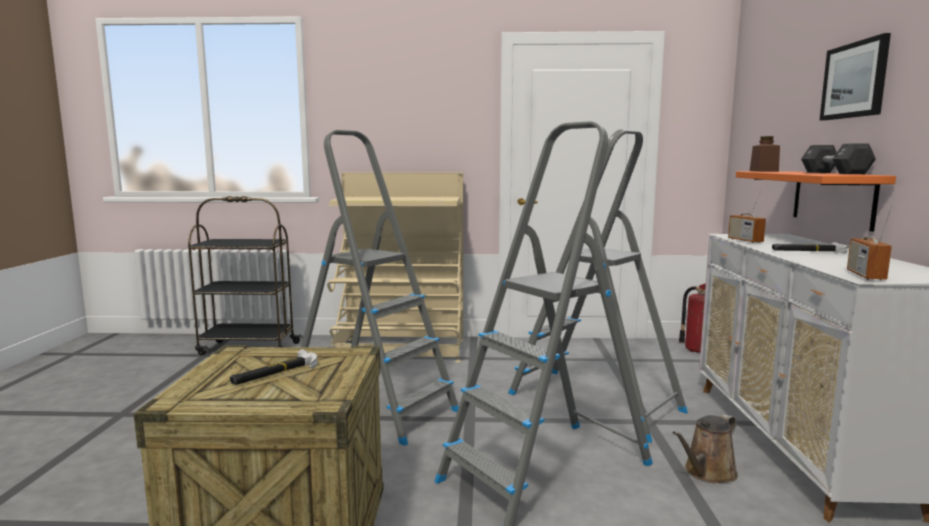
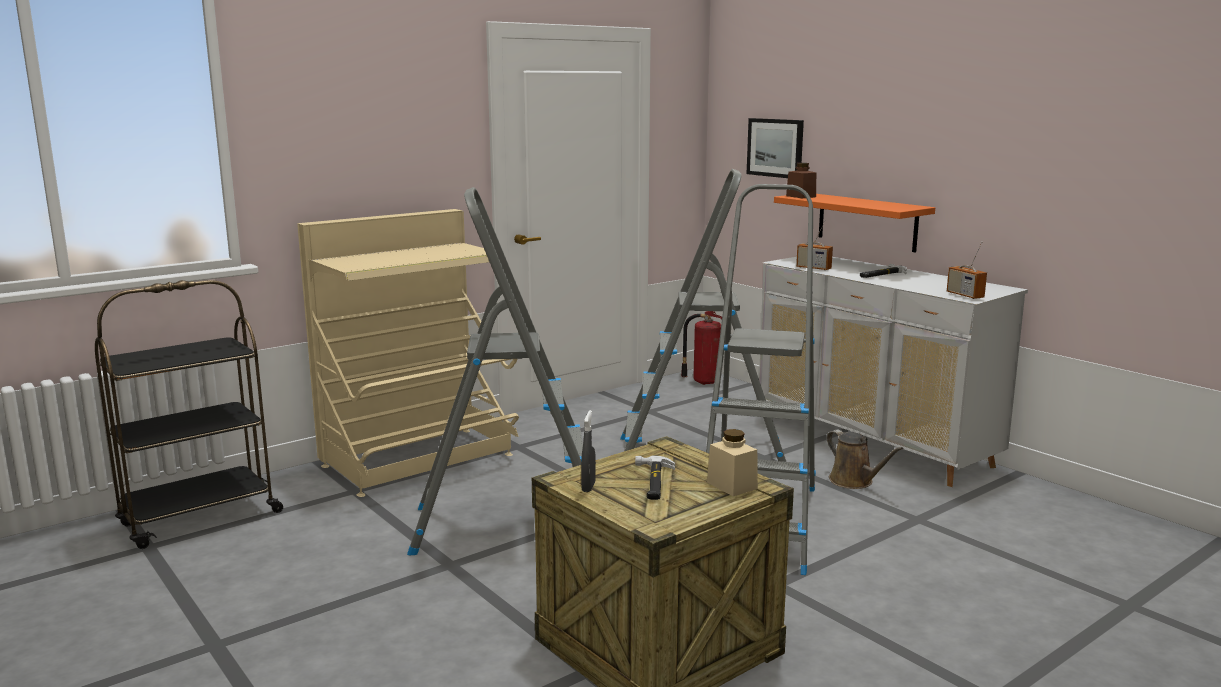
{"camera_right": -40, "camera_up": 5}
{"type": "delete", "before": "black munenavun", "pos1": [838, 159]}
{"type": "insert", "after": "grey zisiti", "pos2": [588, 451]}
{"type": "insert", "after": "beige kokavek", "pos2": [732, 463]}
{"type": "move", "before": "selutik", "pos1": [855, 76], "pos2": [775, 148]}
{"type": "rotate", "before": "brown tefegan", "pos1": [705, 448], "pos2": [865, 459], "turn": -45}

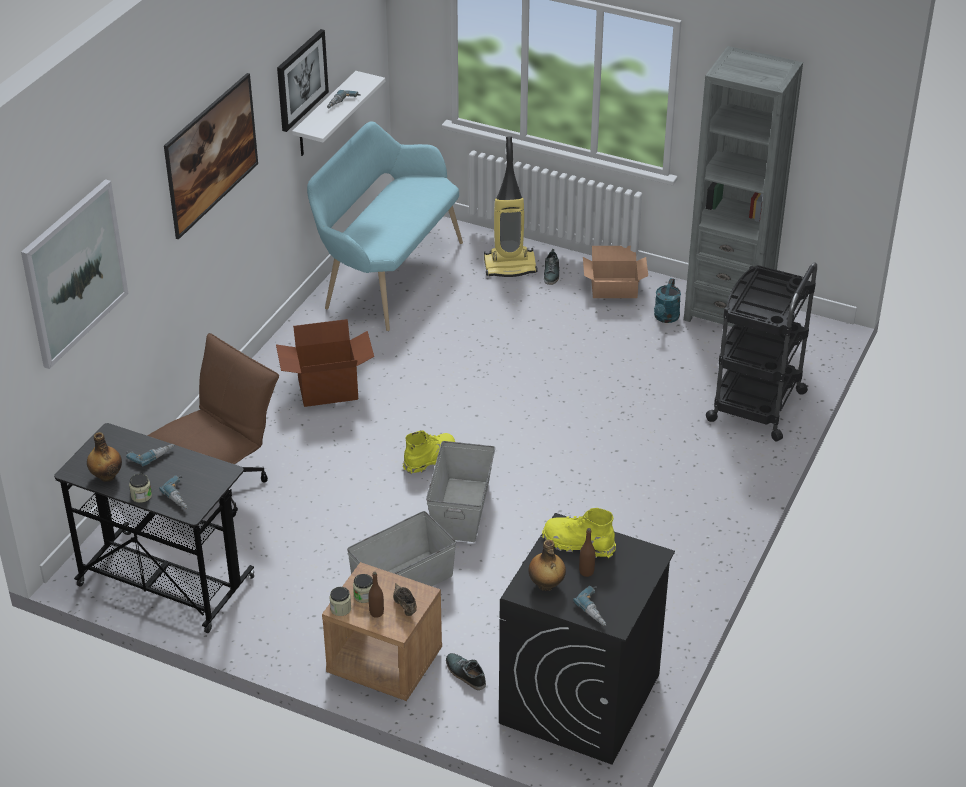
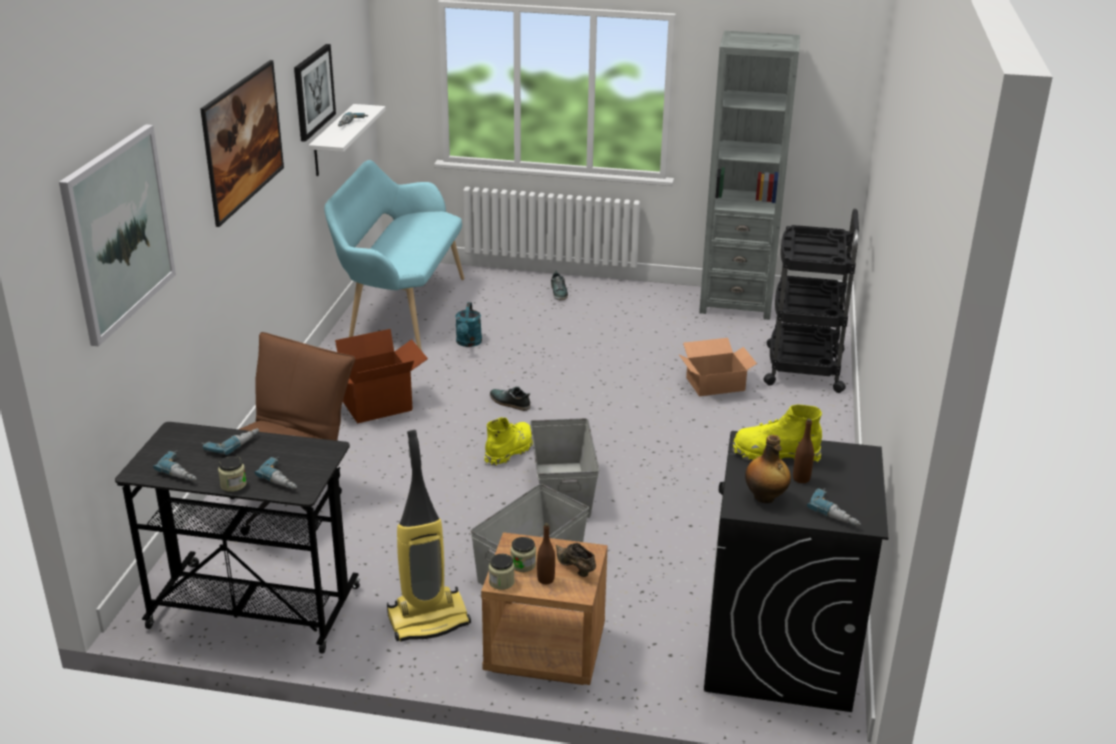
{"camera_right": -15, "camera_up": -10}
{"type": "move", "before": "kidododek", "pos1": [466, 671], "pos2": [510, 399]}
{"type": "move", "before": "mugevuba", "pos1": [511, 206], "pos2": [429, 535]}
{"type": "move", "before": "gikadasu", "pos1": [615, 272], "pos2": [718, 367]}
{"type": "move", "before": "turquoise tefegan", "pos1": [667, 300], "pos2": [468, 324]}
{"type": "replace", "before": "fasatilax", "after": "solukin", "pos1": [104, 457], "pos2": [175, 466]}

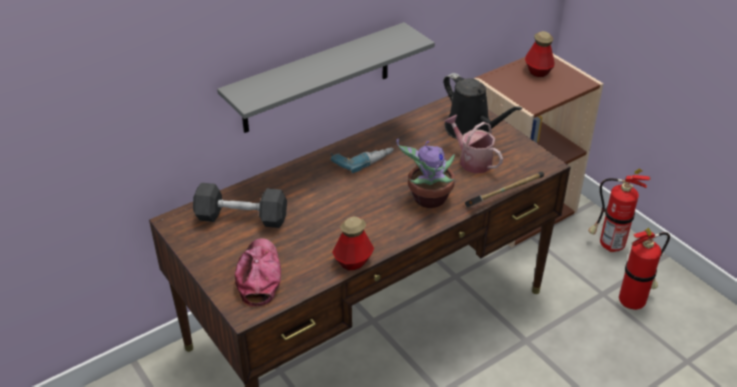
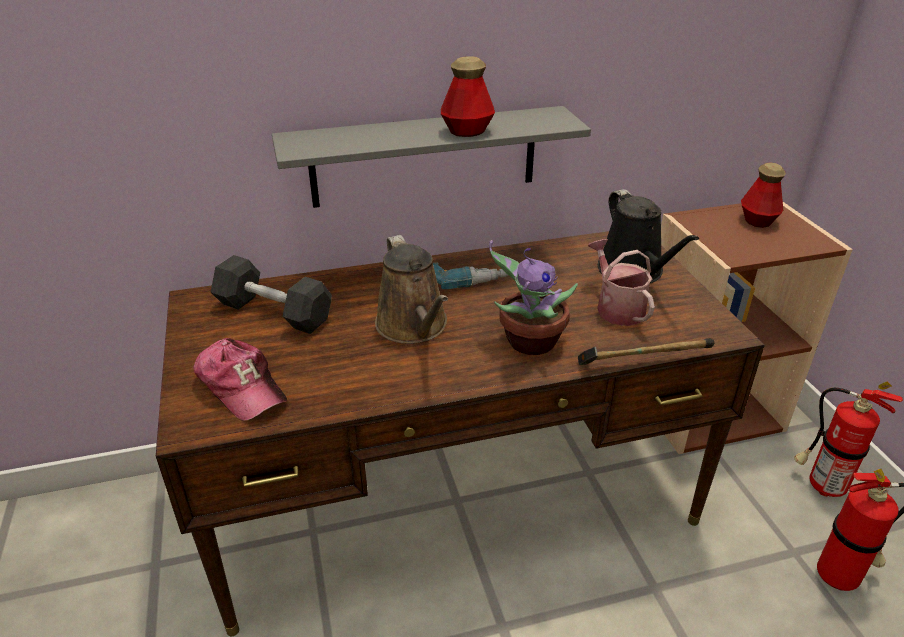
{"camera_right": 20, "camera_up": -5}
{"type": "insert", "after": "brown tefegan", "pos2": [411, 289]}
{"type": "move", "before": "fasatilax", "pos1": [353, 243], "pos2": [468, 96]}
{"type": "rotate", "before": "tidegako", "pos1": [258, 272], "pos2": [240, 379], "turn": 120}

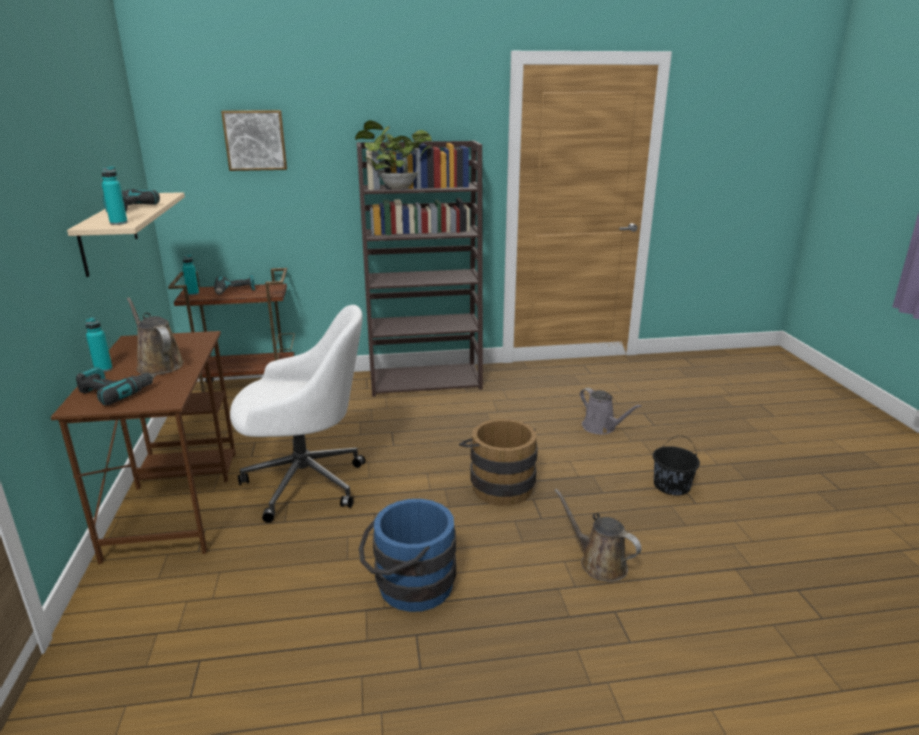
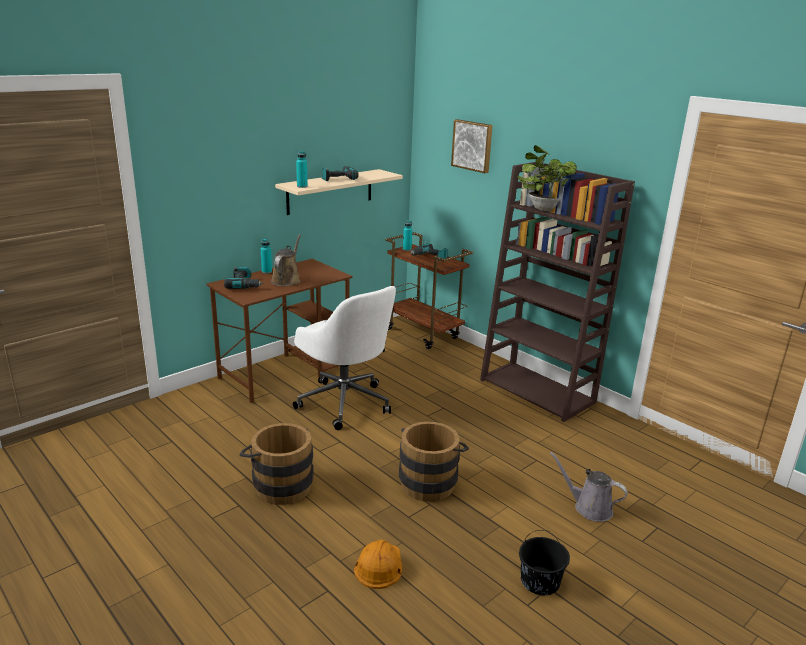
{"camera_right": 55, "camera_up": 0}
{"type": "replace", "before": "brown tefegan", "after": "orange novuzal", "pos1": [598, 535], "pos2": [378, 564]}
{"type": "recolor", "before": "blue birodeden", "after": "brown birodeden", "pos1": [407, 555], "pos2": [276, 464]}
{"type": "rotate", "before": "grey tefegan", "pos1": [611, 411], "pos2": [589, 487], "turn": 105}

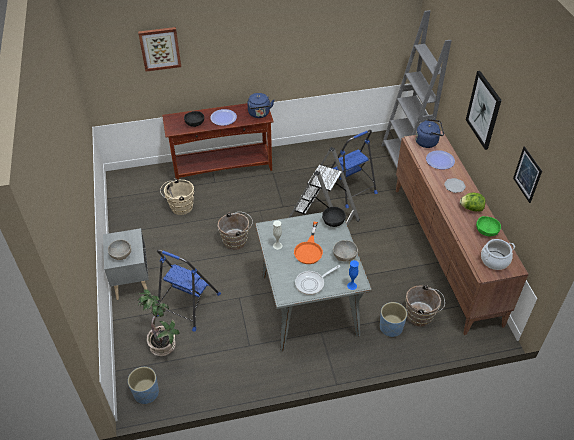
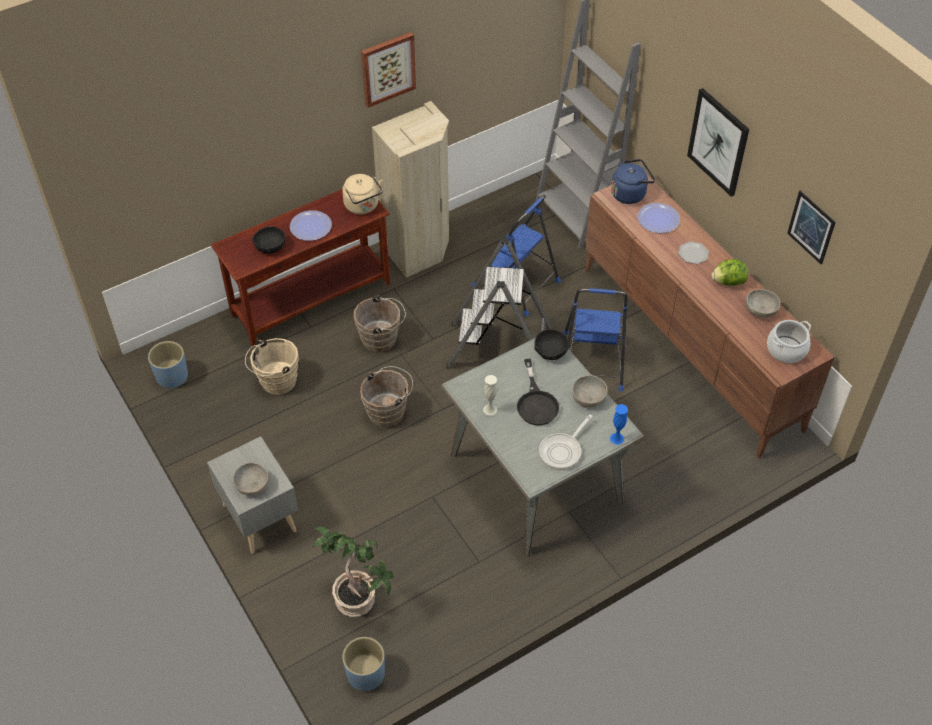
{"camera_right": -20, "camera_up": 5}
{"type": "insert", "after": "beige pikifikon", "pos2": [410, 189]}
{"type": "move", "before": "selutik", "pos1": [159, 49], "pos2": [388, 70]}
{"type": "move", "before": "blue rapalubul", "pos1": [189, 290], "pos2": [595, 339]}
{"type": "move", "before": "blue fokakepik", "pos1": [393, 319], "pos2": [168, 365]}
{"type": "move", "before": "brown birodeden", "pos1": [425, 306], "pos2": [380, 323]}
{"type": "recolor", "before": "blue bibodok", "after": "beige bibodok", "pos1": [260, 105], "pos2": [362, 194]}
{"type": "recolor", "before": "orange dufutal", "after": "black dufutal", "pos1": [308, 243], "pos2": [538, 392]}
{"type": "recolor", "before": "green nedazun", "after": "grey nedazun", "pos1": [488, 226], "pos2": [763, 303]}

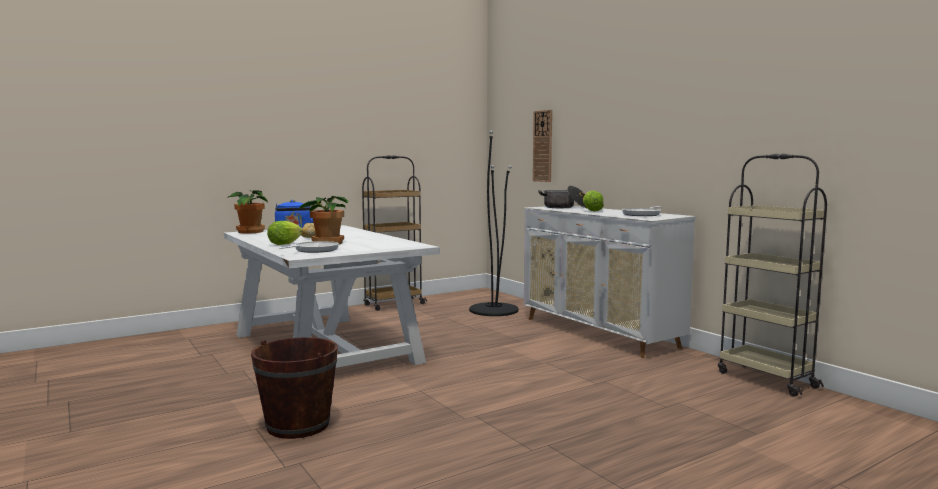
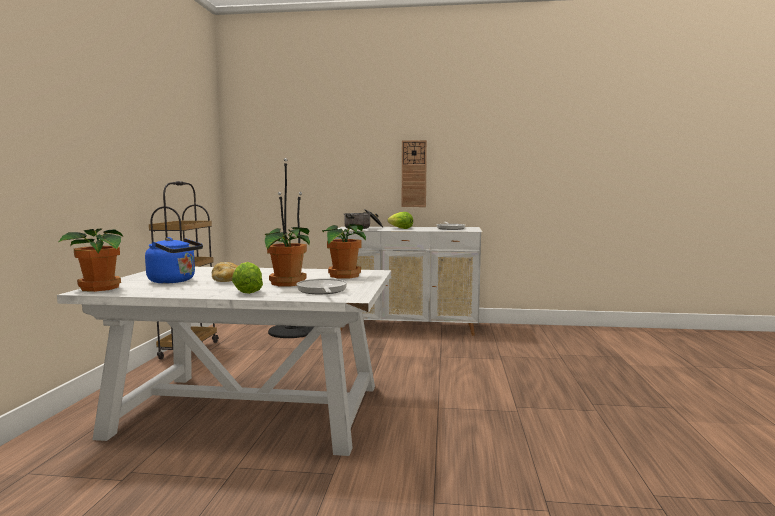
{"camera_right": -50, "camera_up": 0}
{"type": "delete", "before": "brown birodeden", "pos1": [294, 388]}
{"type": "delete", "before": "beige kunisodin", "pos1": [772, 275]}
{"type": "insert", "after": "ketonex", "pos2": [344, 251]}
{"type": "move", "before": "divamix", "pos1": [542, 146], "pos2": [414, 173]}

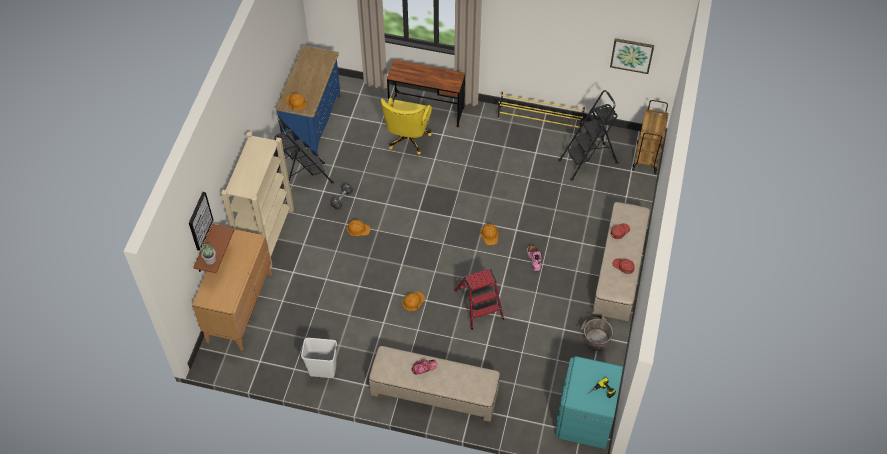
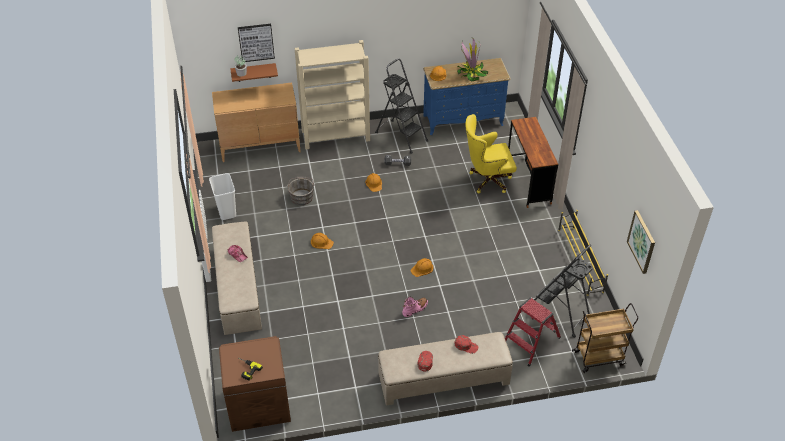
{"camera_right": 65, "camera_up": -10}
{"type": "insert", "after": "ketonex", "pos2": [472, 60]}
{"type": "move", "before": "red rapalubul", "pos1": [479, 299], "pos2": [533, 332]}
{"type": "move", "before": "grey birodeden", "pos1": [596, 334], "pos2": [300, 191]}
{"type": "recolor", "before": "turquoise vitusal", "after": "brown vitusal", "pos1": [589, 402], "pos2": [255, 384]}

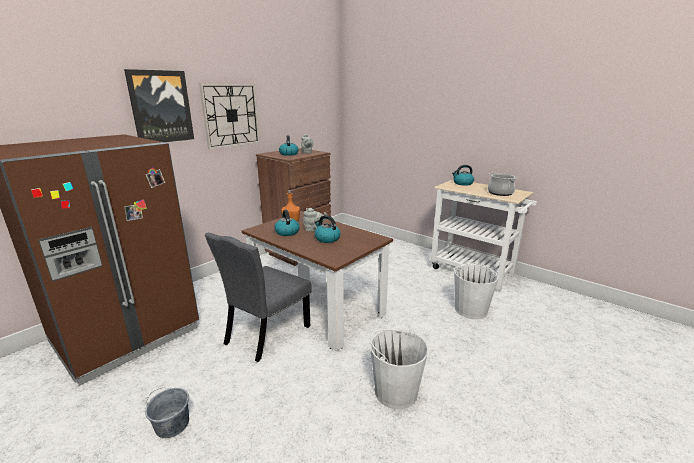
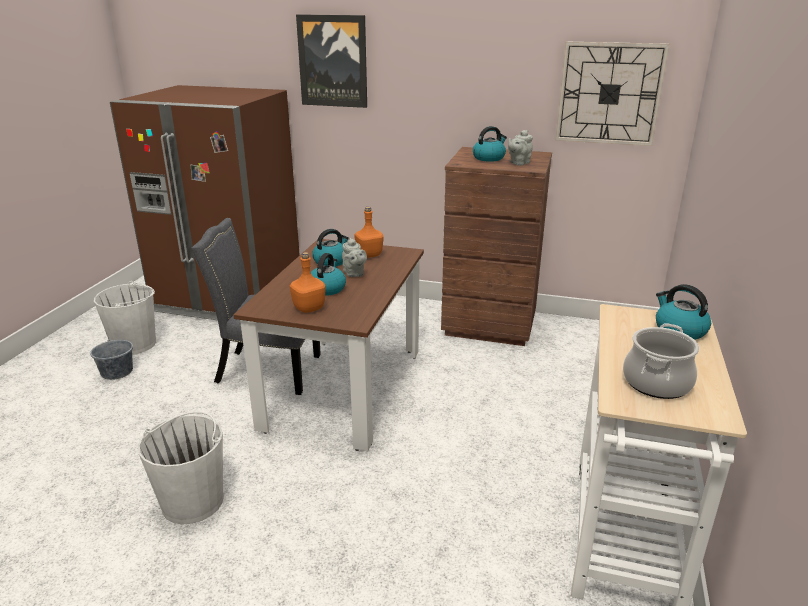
{"camera_right": 65, "camera_up": 5}
{"type": "insert", "after": "orange fasatilax", "pos2": [308, 282]}
{"type": "move", "before": "divamix", "pos1": [229, 116], "pos2": [612, 93]}
{"type": "move", "before": "white birodeden", "pos1": [477, 291], "pos2": [125, 318]}

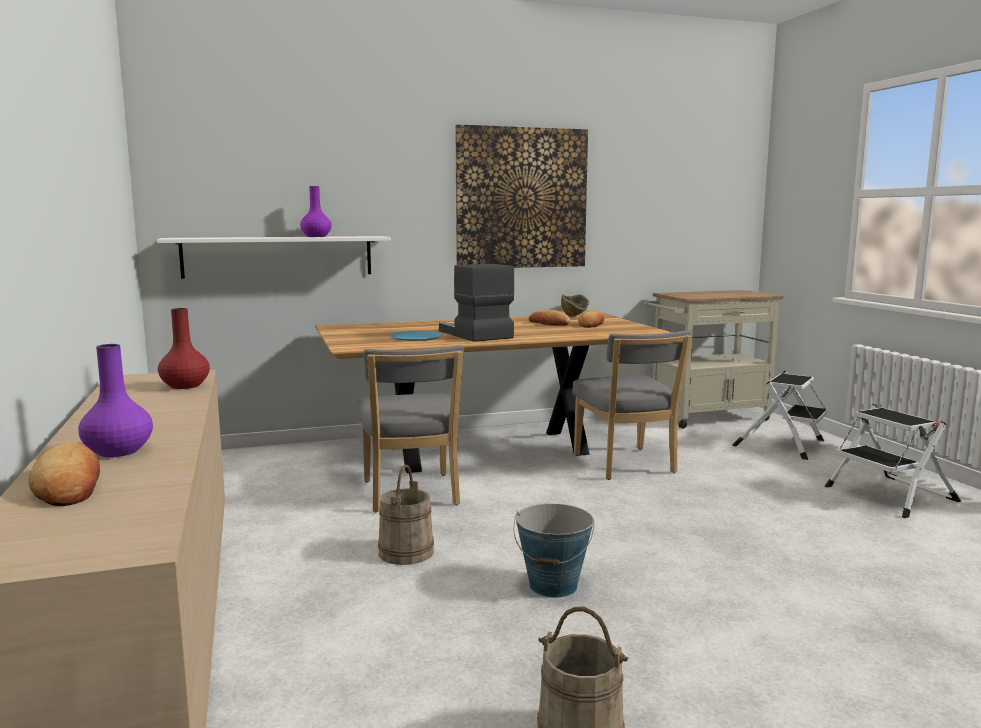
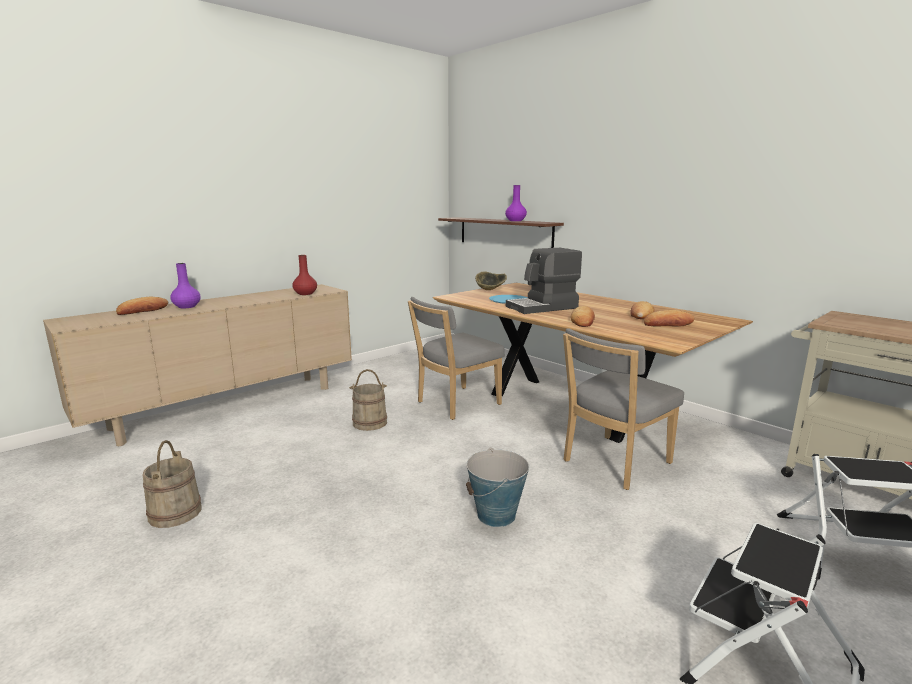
{"camera_right": 65, "camera_up": 5}
{"type": "delete", "before": "selutik", "pos1": [521, 196]}
{"type": "insert", "after": "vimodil", "pos2": [582, 316]}
{"type": "move", "before": "birodeden", "pos1": [554, 551], "pos2": [497, 487]}
{"type": "move", "before": "nedazun", "pos1": [575, 305], "pos2": [491, 280]}
{"type": "recolor", "before": "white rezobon", "after": "brown rezobon", "pos1": [274, 257], "pos2": [501, 232]}
{"type": "rotate", "before": "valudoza", "pos1": [476, 303], "pos2": [544, 281], "turn": -150}

